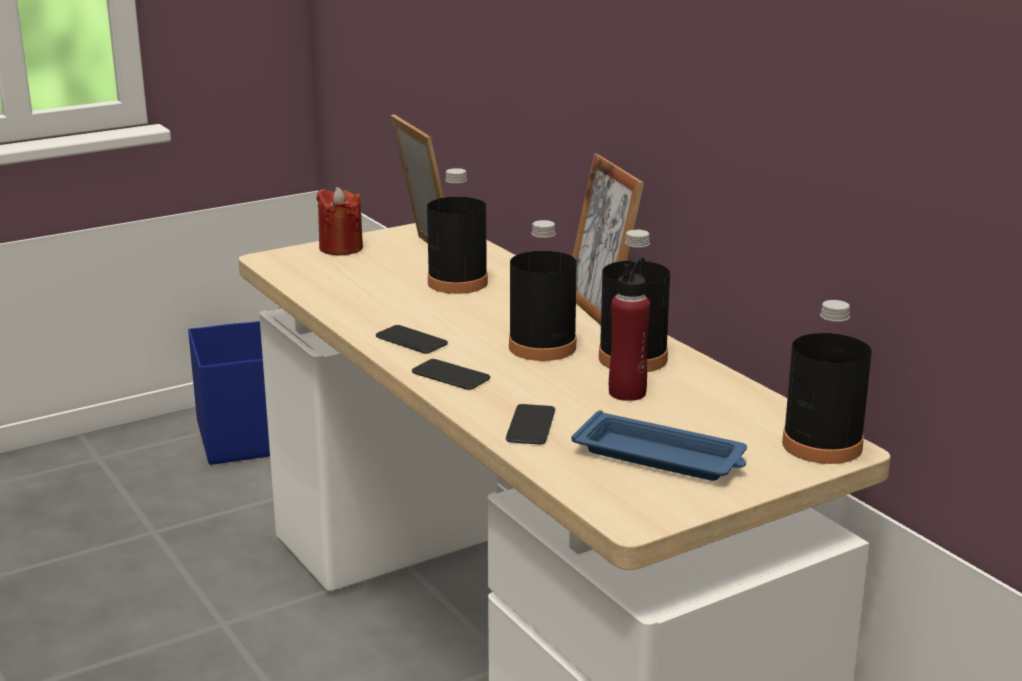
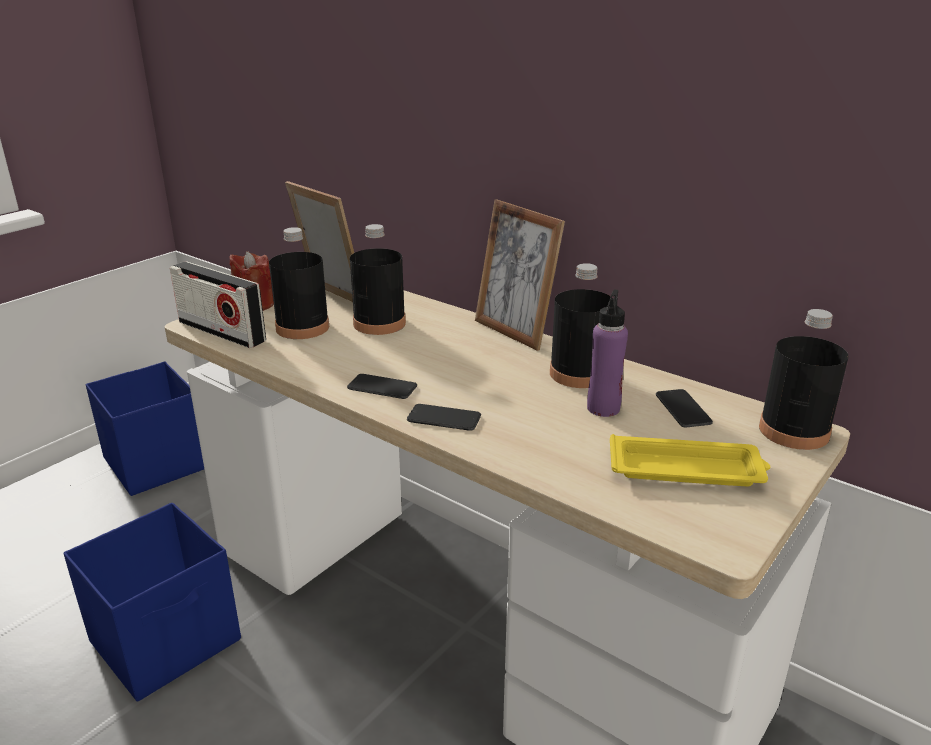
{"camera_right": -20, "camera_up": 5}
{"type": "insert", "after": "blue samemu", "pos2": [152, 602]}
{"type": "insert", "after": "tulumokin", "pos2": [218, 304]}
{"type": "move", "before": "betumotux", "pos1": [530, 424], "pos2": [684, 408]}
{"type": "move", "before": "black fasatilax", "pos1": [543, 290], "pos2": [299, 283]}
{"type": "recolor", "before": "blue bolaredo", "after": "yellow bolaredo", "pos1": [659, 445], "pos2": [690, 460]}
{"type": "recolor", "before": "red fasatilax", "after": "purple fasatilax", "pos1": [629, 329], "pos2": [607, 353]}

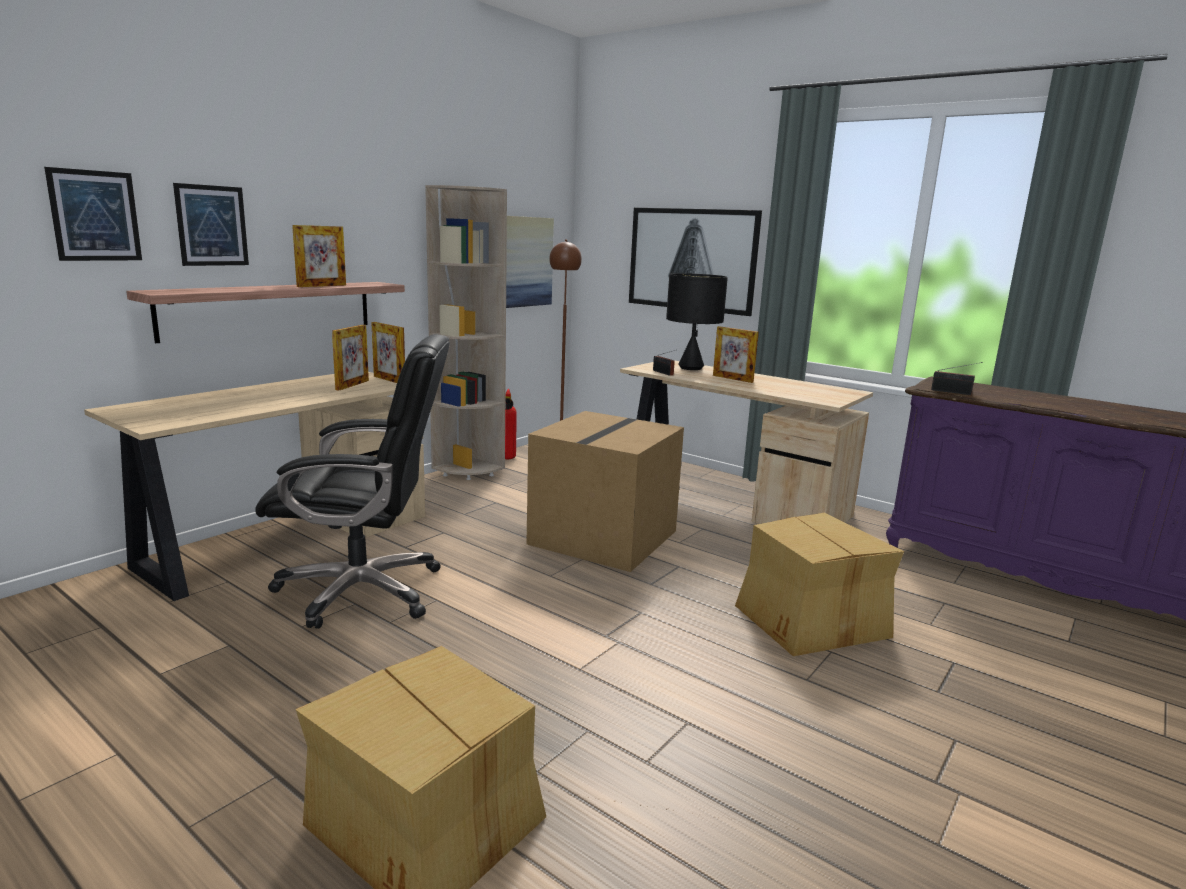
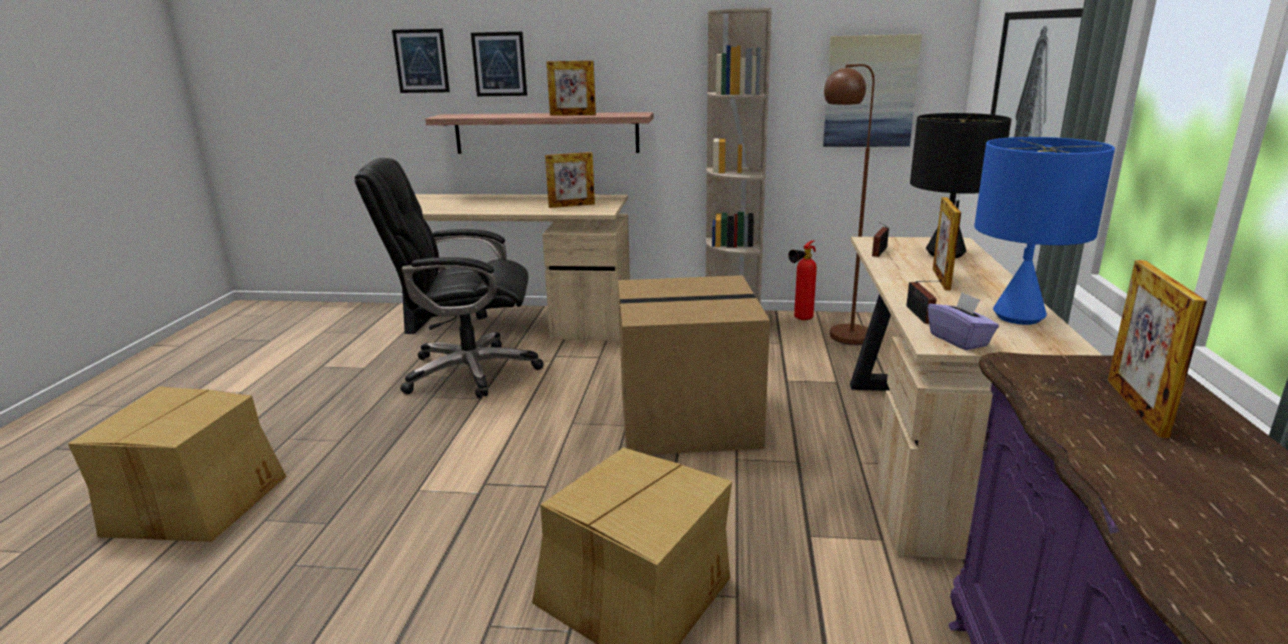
{"camera_right": 60, "camera_up": 5}
{"type": "insert", "after": "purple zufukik", "pos2": [963, 321]}
{"type": "insert", "after": "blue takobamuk", "pos2": [1044, 231]}
{"type": "move", "before": "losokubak", "pos1": [388, 352], "pos2": [1157, 349]}
{"type": "move", "before": "tulumokin", "pos1": [957, 378], "pos2": [923, 302]}
{"type": "rotate", "before": "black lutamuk", "pos1": [352, 481], "pos2": [449, 278], "turn": 120}

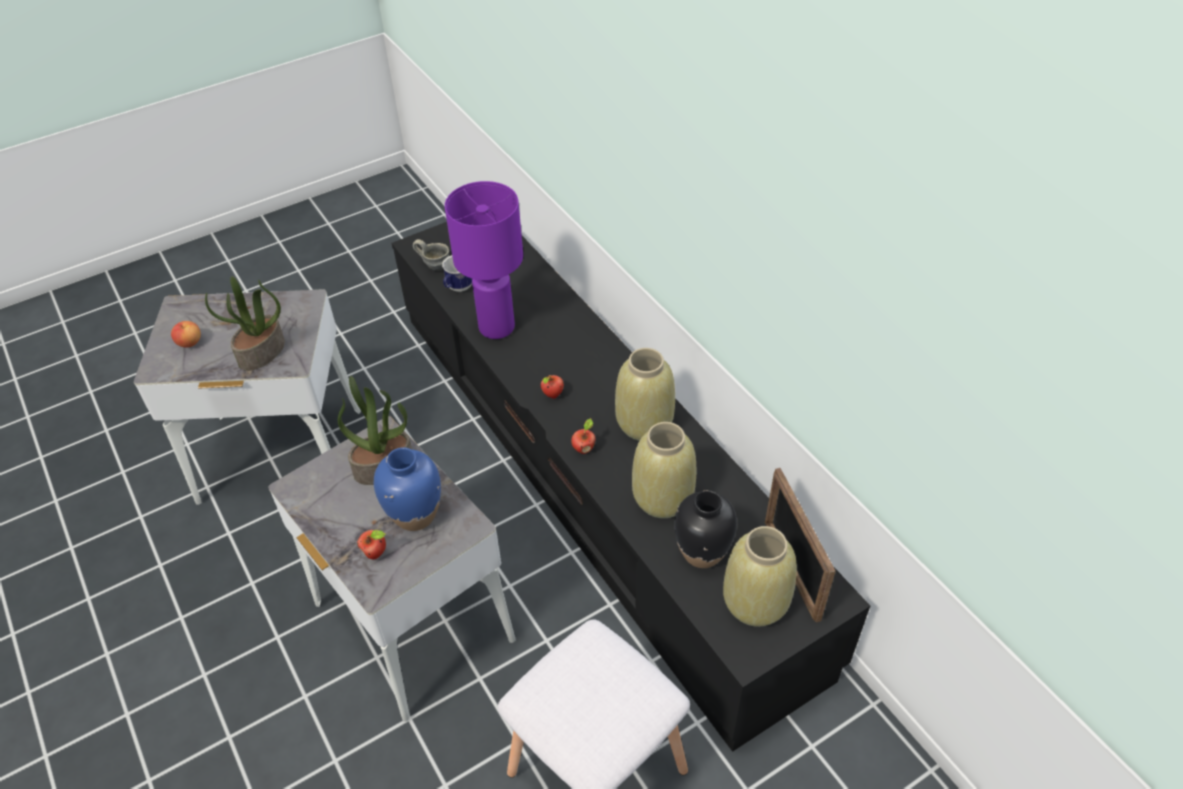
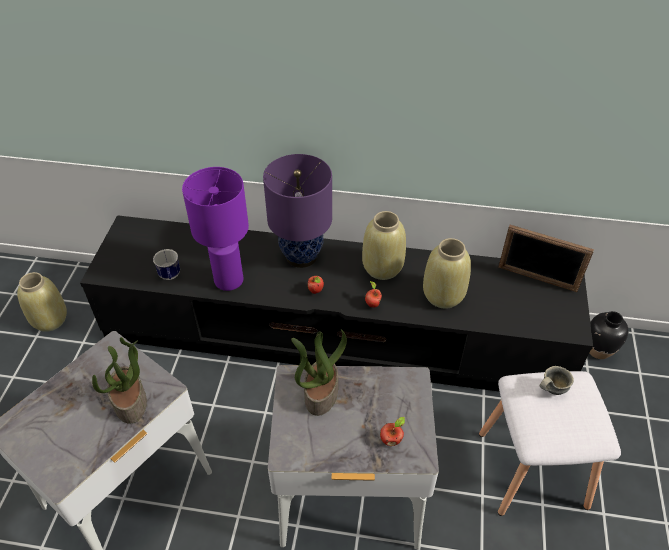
{"camera_right": -50, "camera_up": 0}
{"type": "delete", "before": "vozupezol", "pos1": [186, 334]}
{"type": "delete", "before": "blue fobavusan", "pos1": [407, 489]}
{"type": "insert", "after": "purple takobamuk", "pos2": [297, 211]}
{"type": "move", "before": "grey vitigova", "pos1": [431, 255], "pos2": [557, 380]}
{"type": "move", "before": "black fobavusan", "pos1": [705, 529], "pos2": [608, 335]}
{"type": "move", "before": "beige fobavusan", "pos1": [760, 576], "pos2": [42, 302]}

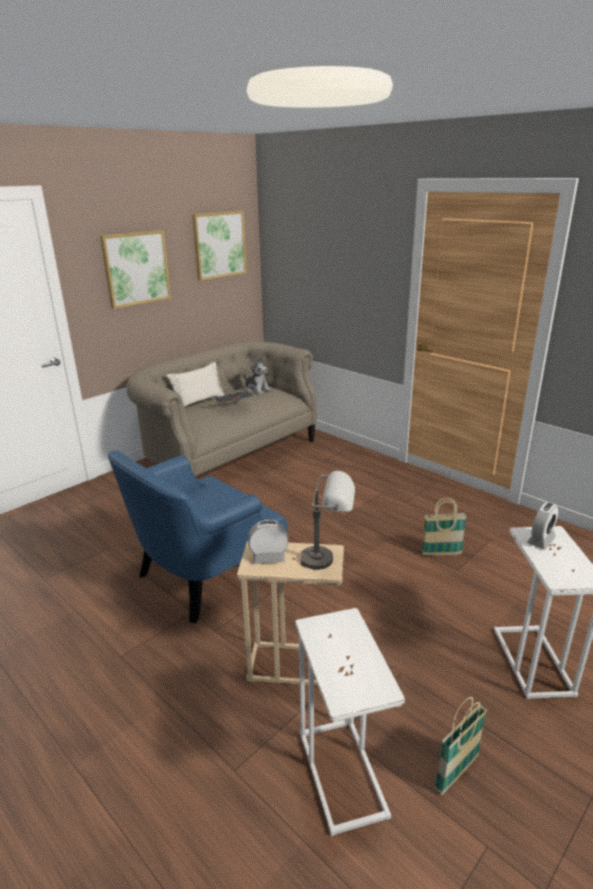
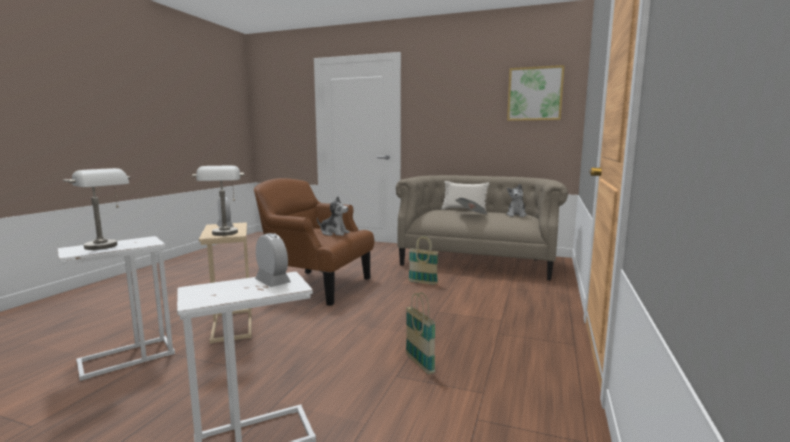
{"camera_right": 65, "camera_up": -15}
{"type": "delete", "before": "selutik", "pos1": [135, 269]}
{"type": "insert", "after": "grey takobamuk", "pos2": [96, 209]}
{"type": "insert", "after": "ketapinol", "pos2": [333, 216]}
{"type": "move", "before": "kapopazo", "pos1": [461, 746], "pos2": [423, 260]}
{"type": "recolor", "before": "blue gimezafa", "after": "brown gimezafa", "pos1": [198, 536], "pos2": [314, 242]}
{"type": "rotate", "before": "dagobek", "pos1": [542, 526], "pos2": [273, 260], "turn": -150}

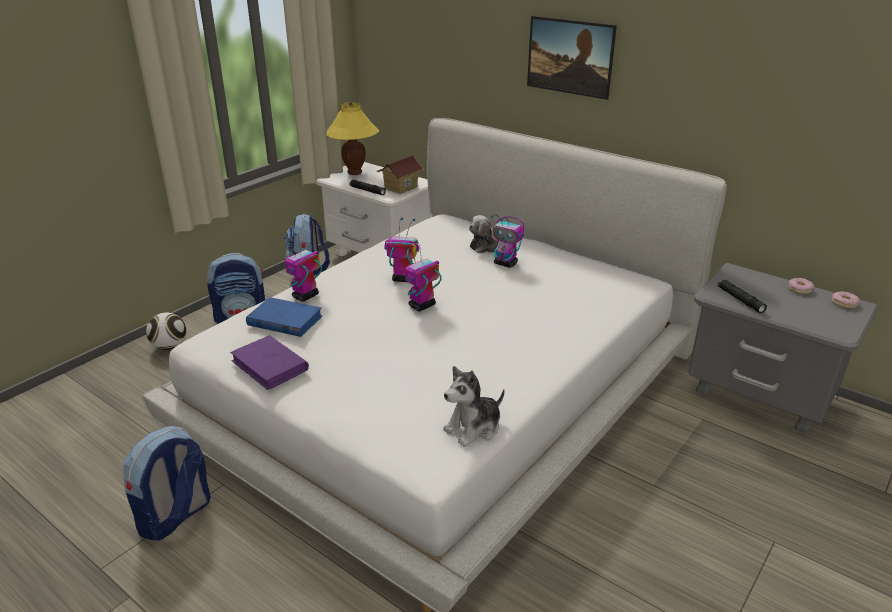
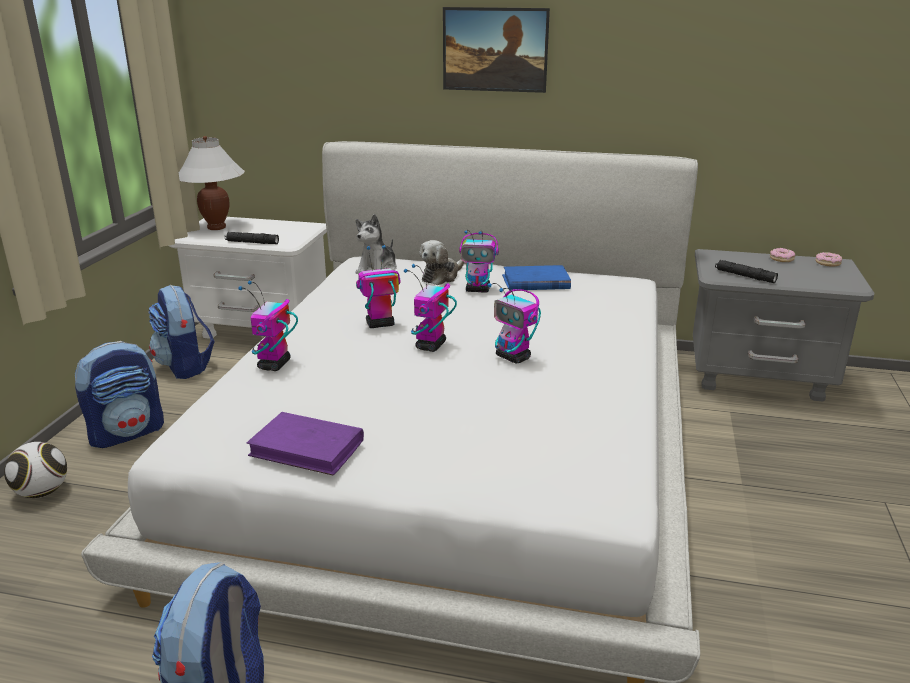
{"camera_right": -25, "camera_up": -5}
{"type": "delete", "before": "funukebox", "pos1": [400, 174]}
{"type": "insert", "after": "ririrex", "pos2": [514, 323]}
{"type": "move", "before": "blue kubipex", "pos1": [284, 317], "pos2": [536, 278]}
{"type": "move", "before": "ketapinol", "pos1": [474, 406], "pos2": [376, 244]}
{"type": "recolor", "before": "yellow takobamuk", "after": "white takobamuk", "pos1": [352, 138], "pos2": [212, 183]}

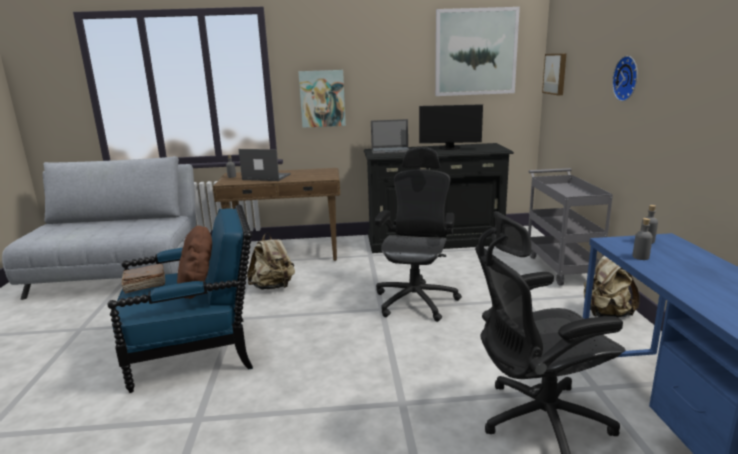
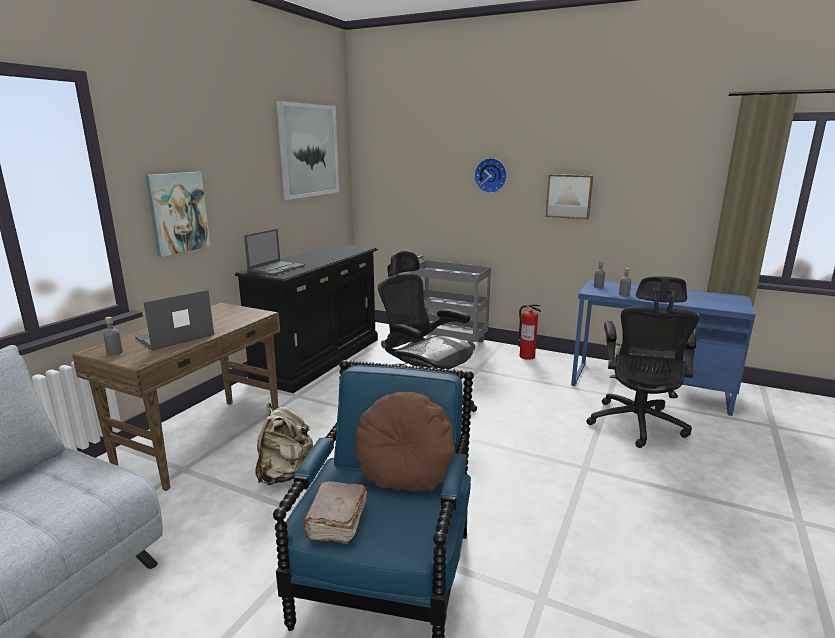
{"camera_right": -60, "camera_up": 0}
{"type": "delete", "before": "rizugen", "pos1": [451, 127]}
{"type": "move", "before": "selutik", "pos1": [554, 75], "pos2": [569, 197]}
{"type": "replace", "before": "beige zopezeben", "after": "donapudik", "pos1": [612, 287], "pos2": [529, 332]}

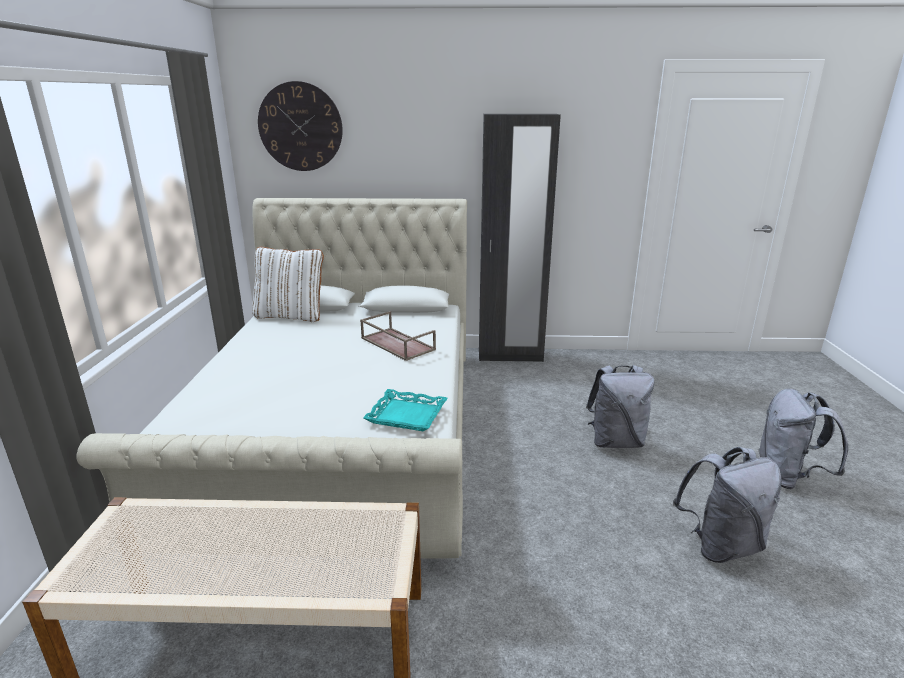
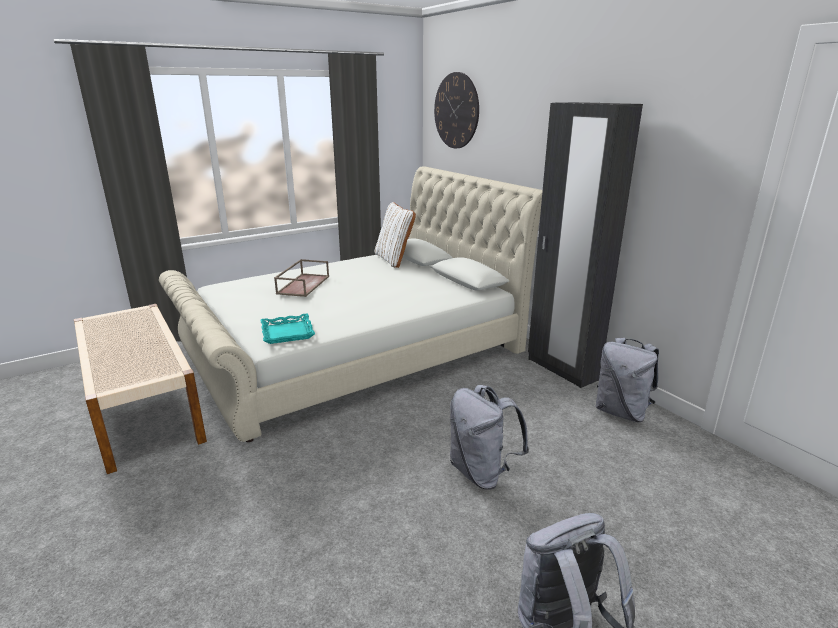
{"camera_right": 55, "camera_up": 0}
{"type": "move", "before": "brown bolaredo", "pos1": [398, 336], "pos2": [301, 278]}
{"type": "move", "before": "grey zopezeben", "pos1": [727, 505], "pos2": [627, 380]}

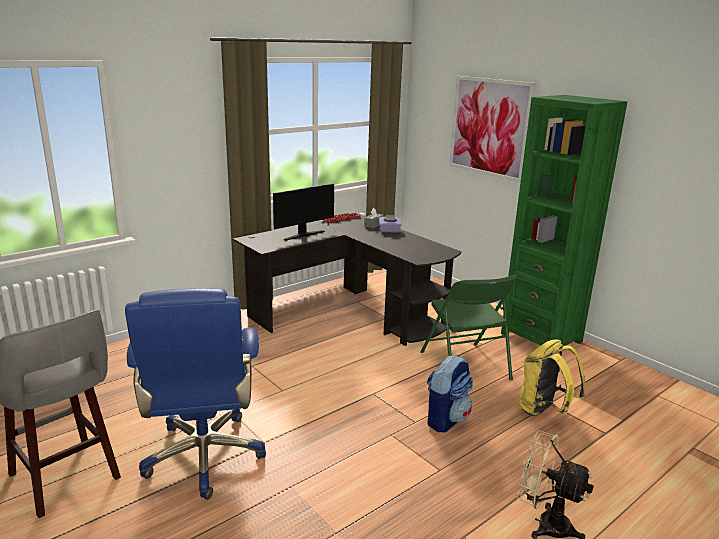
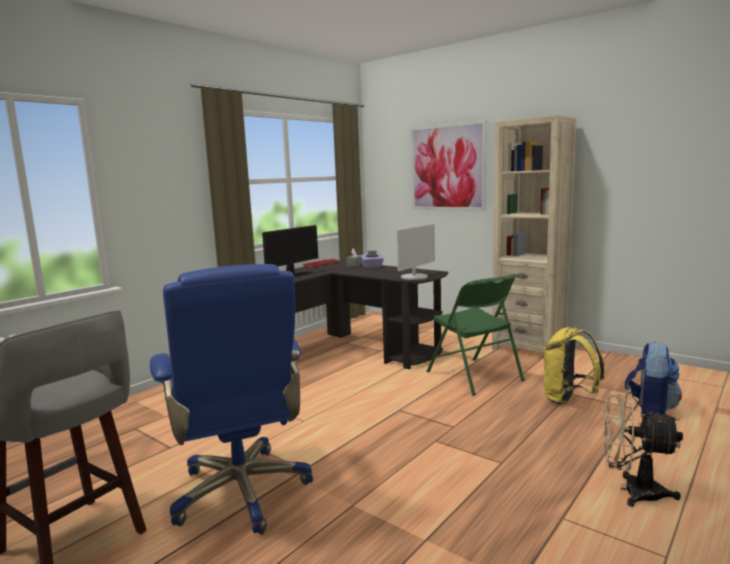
{"camera_right": -10, "camera_up": -10}
{"type": "insert", "after": "rizugen", "pos2": [416, 252]}
{"type": "move", "before": "zopezeben", "pos1": [450, 394], "pos2": [653, 379]}
{"type": "recolor", "before": "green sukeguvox", "after": "beige sukeguvox", "pos1": [564, 221], "pos2": [534, 234]}

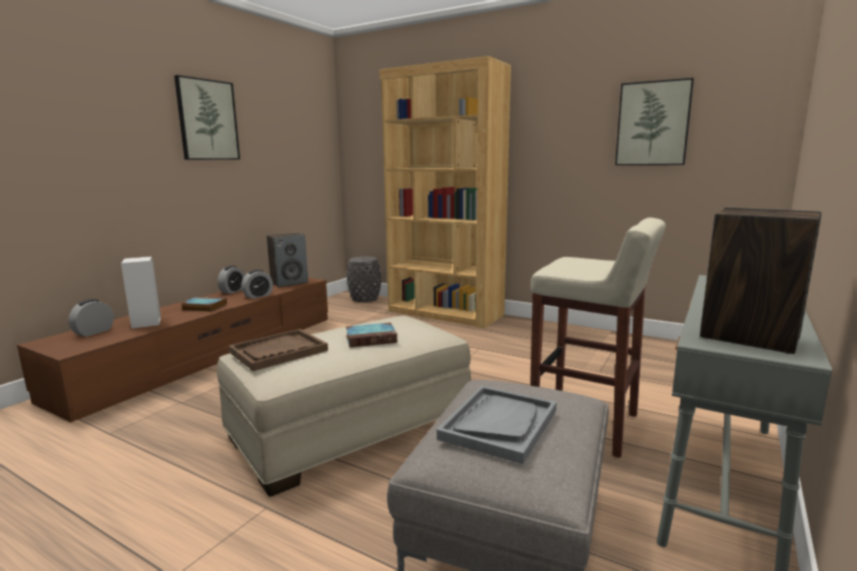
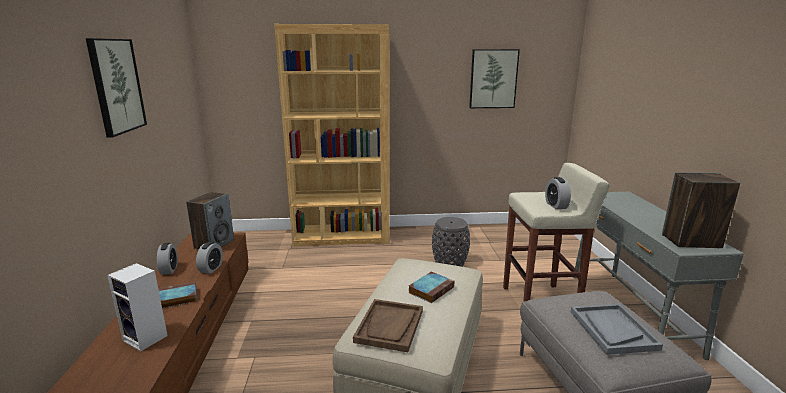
{"camera_right": -35, "camera_up": 5}
{"type": "move", "before": "dagobek", "pos1": [91, 318], "pos2": [558, 193]}
{"type": "move", "before": "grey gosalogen", "pos1": [364, 279], "pos2": [451, 242]}

